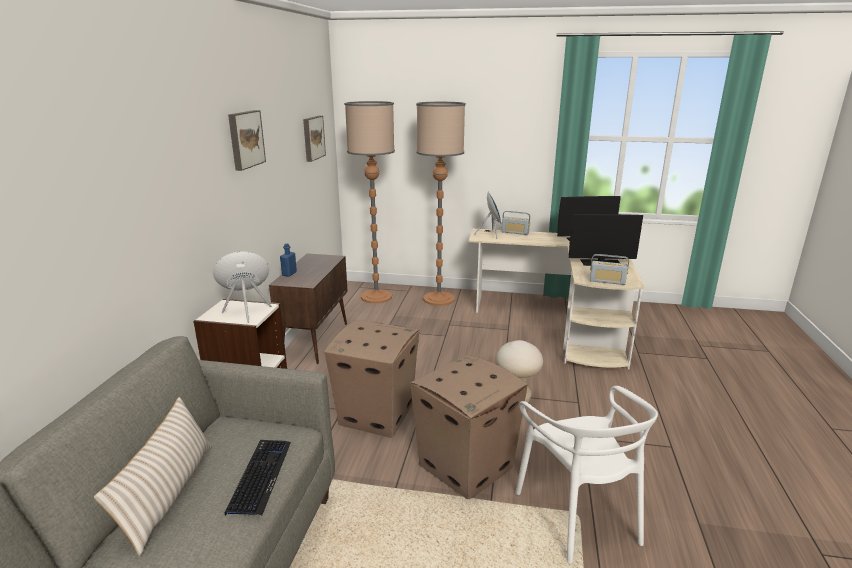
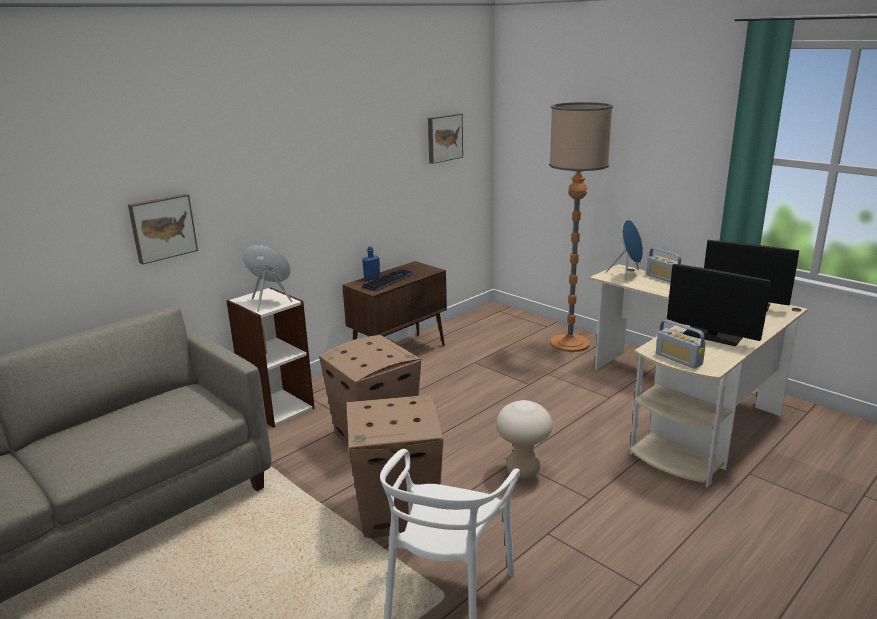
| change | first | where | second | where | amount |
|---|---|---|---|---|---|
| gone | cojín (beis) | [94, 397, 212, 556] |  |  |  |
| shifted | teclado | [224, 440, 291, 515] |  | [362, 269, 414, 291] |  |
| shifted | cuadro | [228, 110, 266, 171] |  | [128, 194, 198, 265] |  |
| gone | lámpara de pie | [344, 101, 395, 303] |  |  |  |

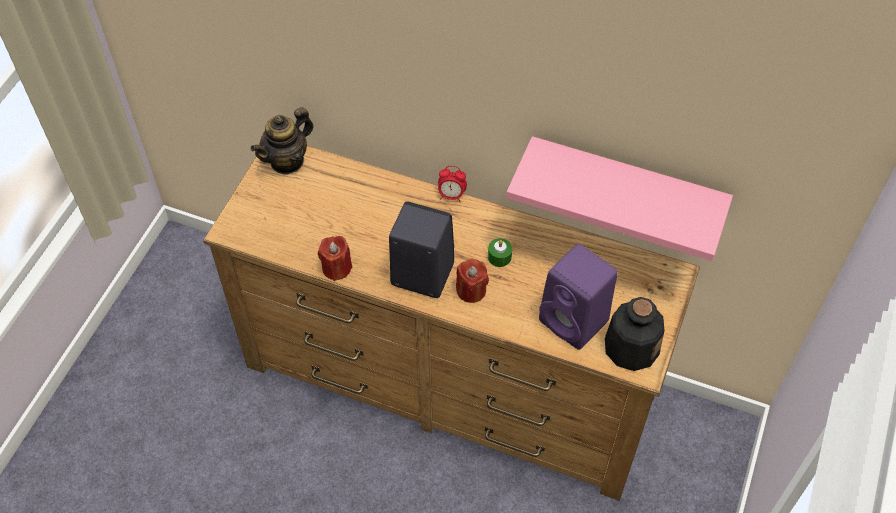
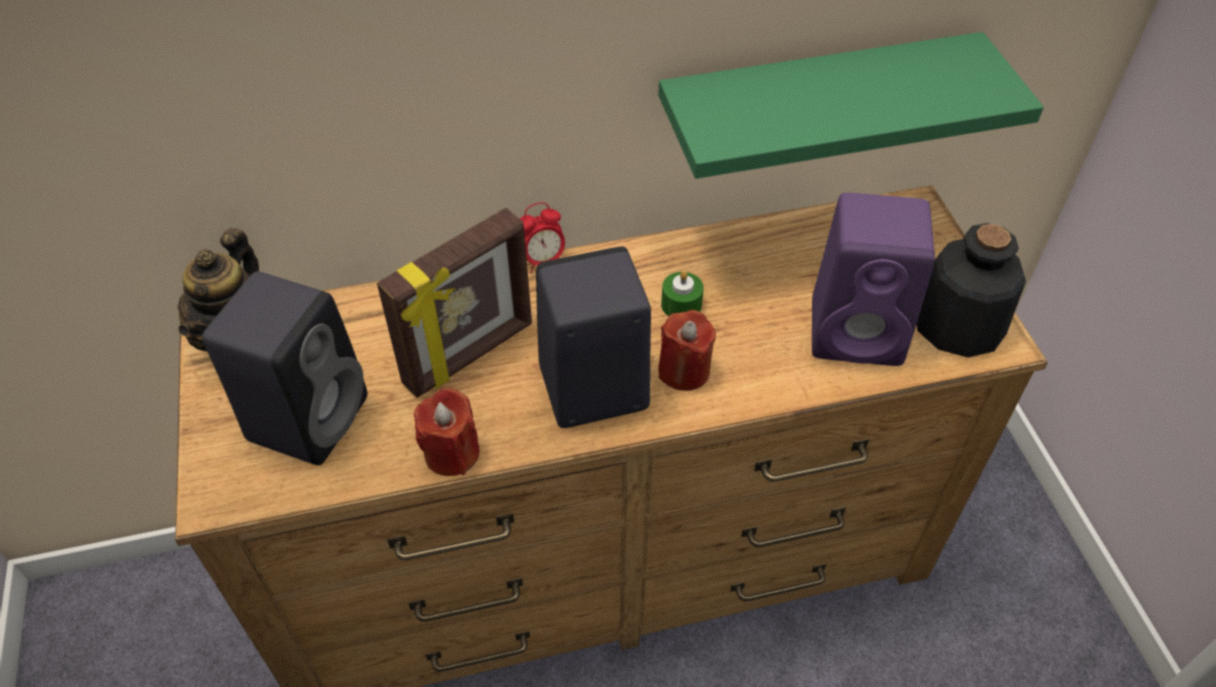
| change | first | where | second | where | amount |
|---|---|---|---|---|---|
| repainted | estante (rosa) | [506, 136, 733, 261] | estante (verde) | [658, 32, 1044, 179] |  |
| new |  |  | altavoz (negro) | [202, 271, 368, 465] |  |
| new |  |  | portarretratos | [377, 208, 532, 398] |  |

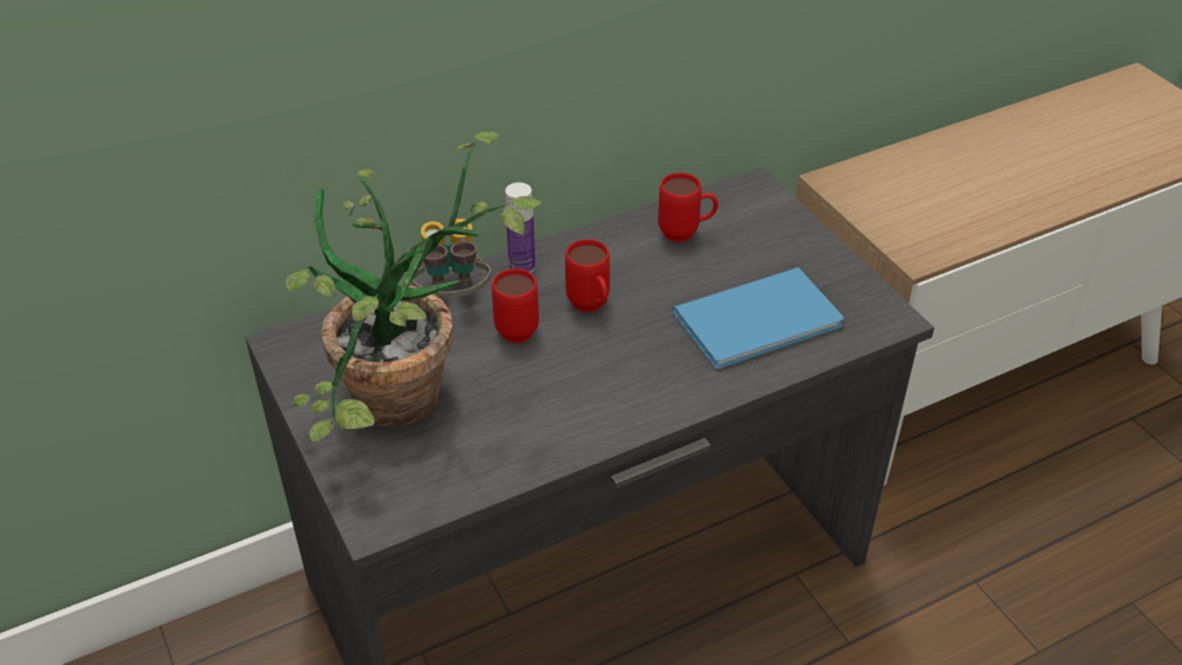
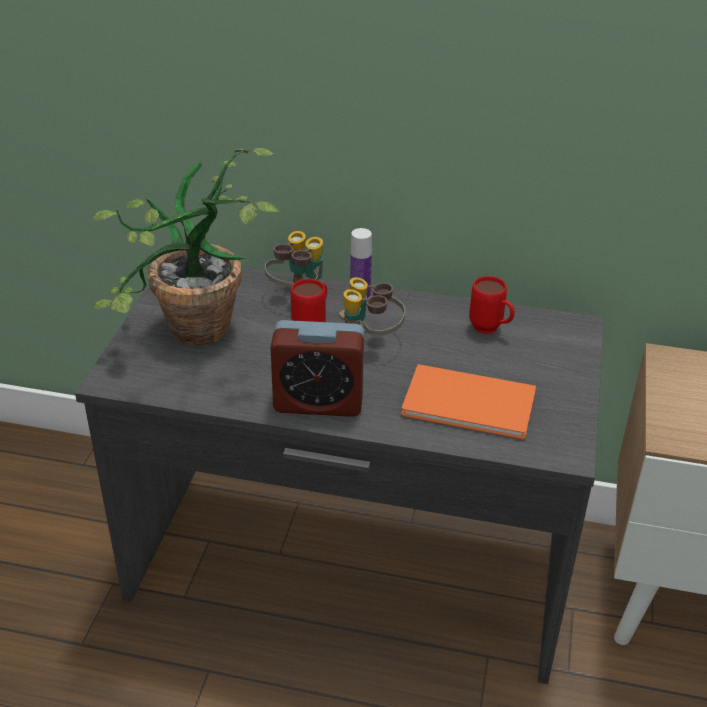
| change | first | where | second | where | amount |
|---|---|---|---|---|---|
| swapped | taza grande (rojo) | [565, 239, 610, 313] | prismáticos | [339, 277, 405, 336] |  |
| repainted | libro (azul) | [672, 268, 844, 369] | libro (naranja) | [401, 364, 536, 440] |  |
| new |  |  | despertador | [270, 320, 365, 417] |  |

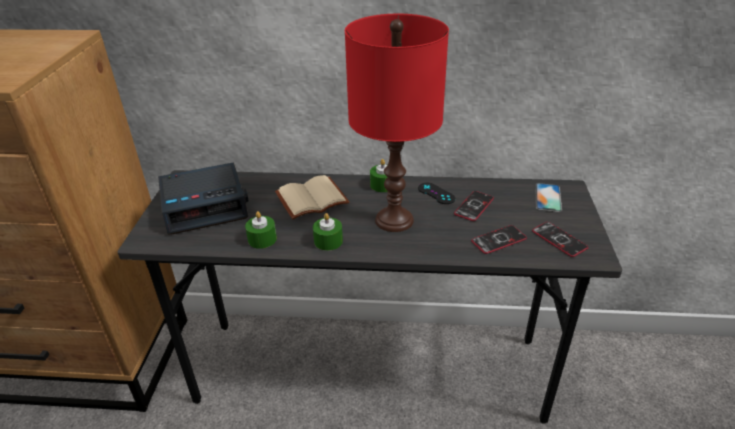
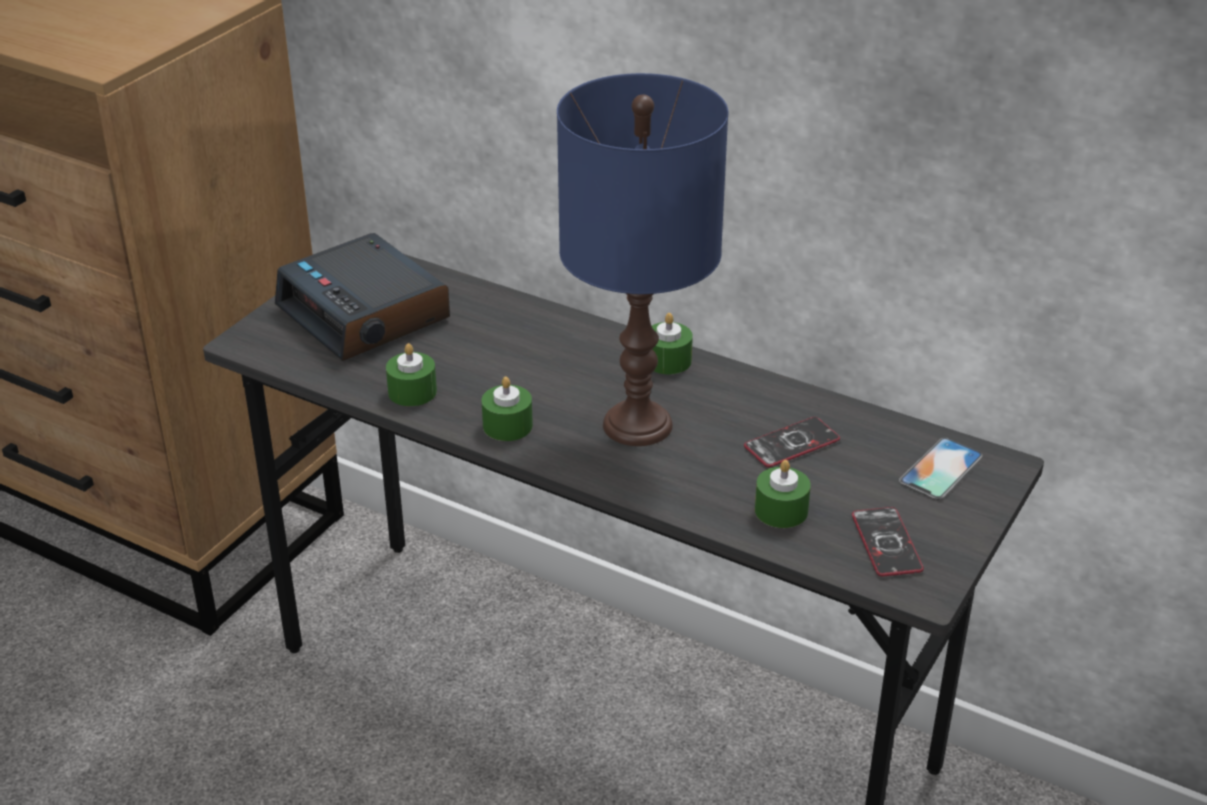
| change | first | where | second | where | amount |
|---|---|---|---|---|---|
| rotated | despertador | [158, 162, 248, 235] |  | [275, 233, 450, 361] | 45 degrees clockwise |
| gone | libro (beis) | [275, 175, 349, 219] |  |  |  |
| repainted | lámpara de mesa (rojo) | [345, 14, 449, 232] | lámpara de mesa (azul) | [557, 73, 729, 446] |  |
| gone | mando de consola (negro) | [418, 183, 455, 204] |  |  |  |
| swapped | móvil | [471, 225, 527, 254] | vela (verde) | [755, 460, 811, 528] |  |

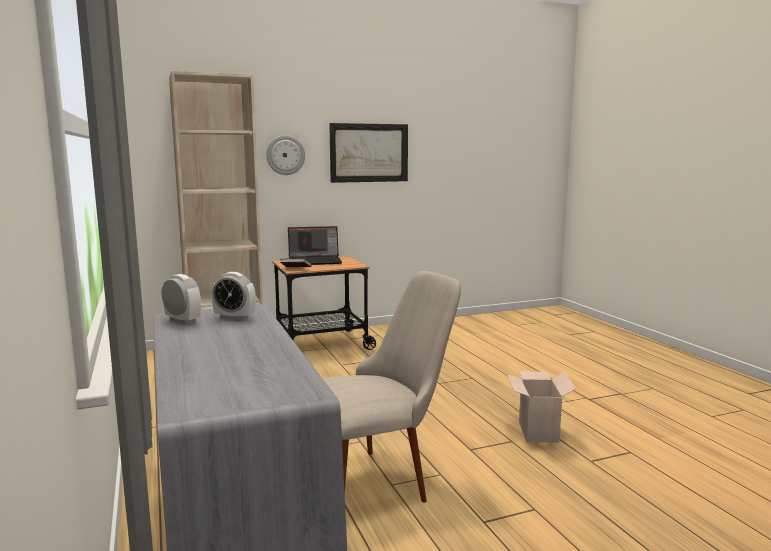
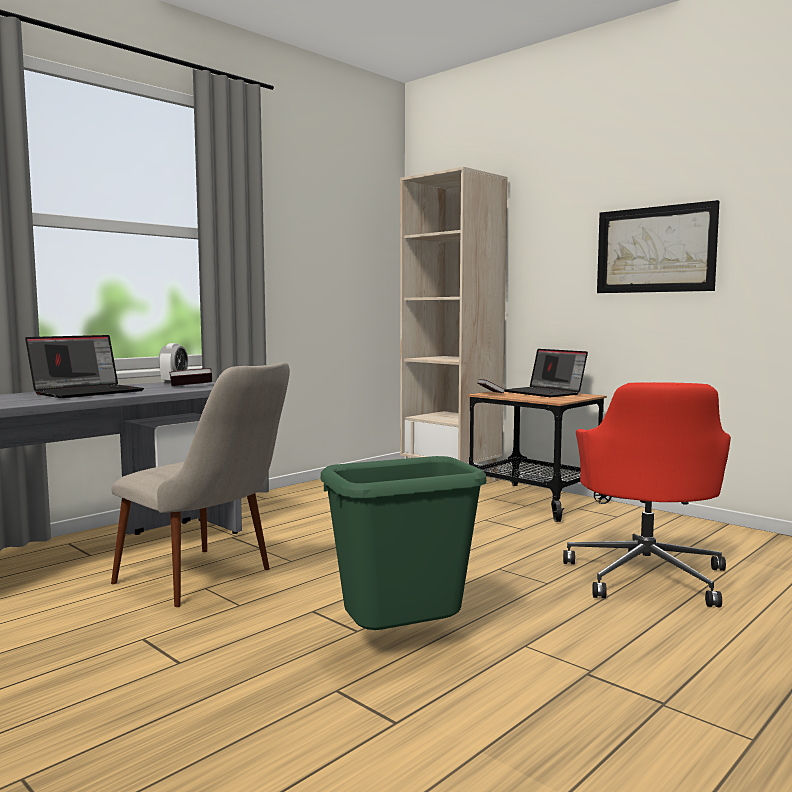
| change | first | where | second | where | amount |
|---|---|---|---|---|---|
| swapped | despertador | [211, 272, 256, 320] | libro | [170, 368, 212, 386] |  |
| gone | reloj de pared | [266, 135, 305, 175] |  |  |  |
| swapped | caja de cartón | [507, 371, 576, 443] | papelera (verde) | [321, 456, 487, 630] |  |
| new |  |  | portátil | [25, 335, 144, 398] |  |
| new |  |  | silla de oficina (rojo) | [563, 382, 731, 607] |  |

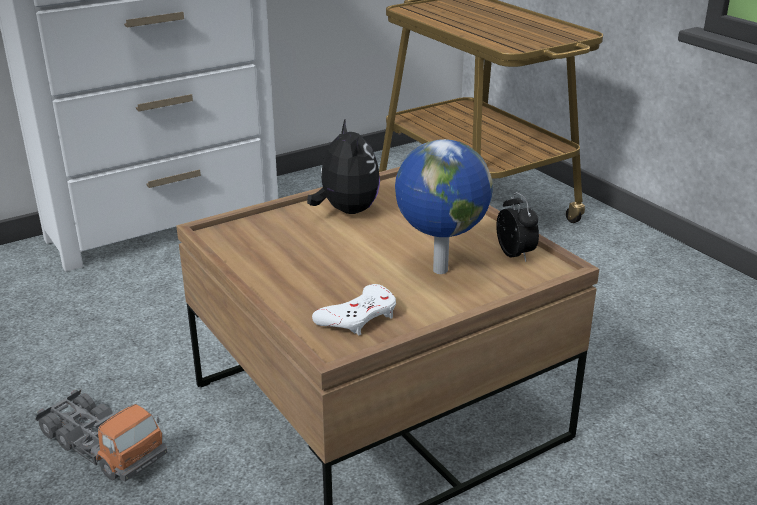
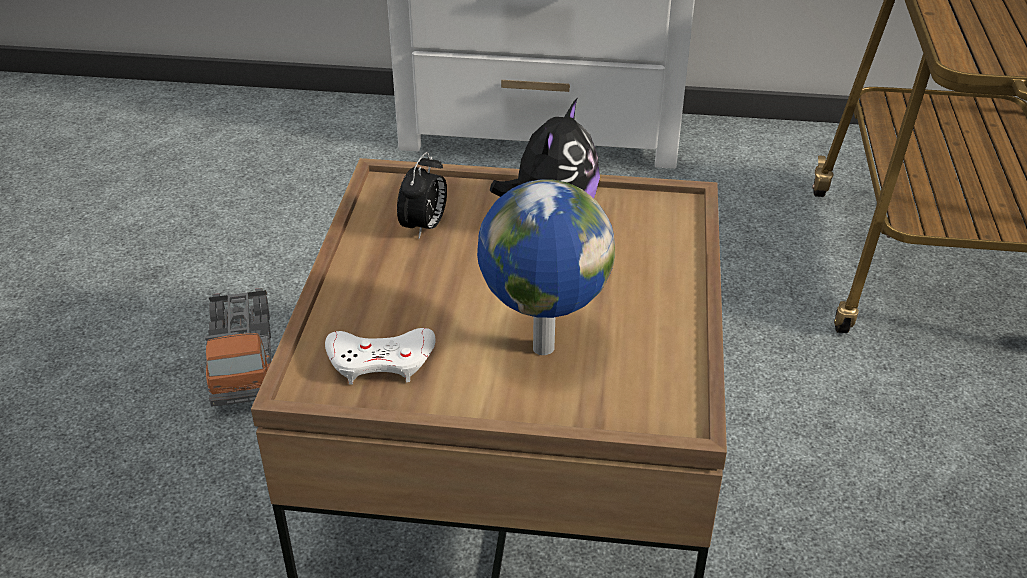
| change | first | where | second | where | amount |
|---|---|---|---|---|---|
| shifted | despertador | [496, 192, 539, 262] |  | [397, 152, 447, 239] |  |

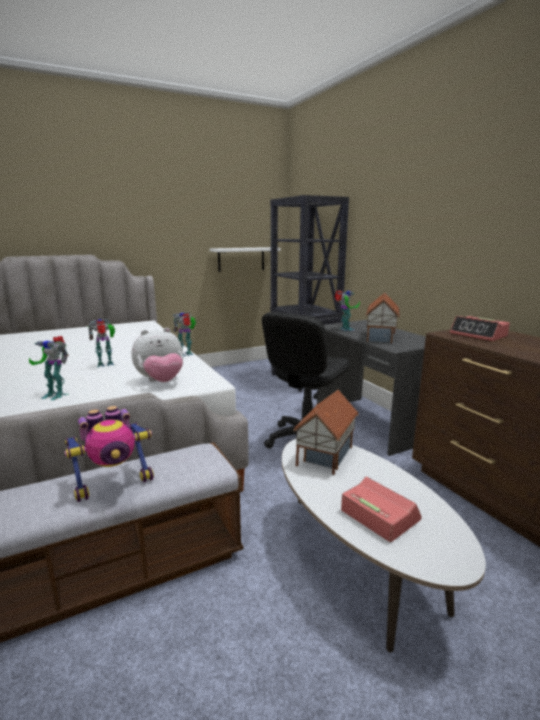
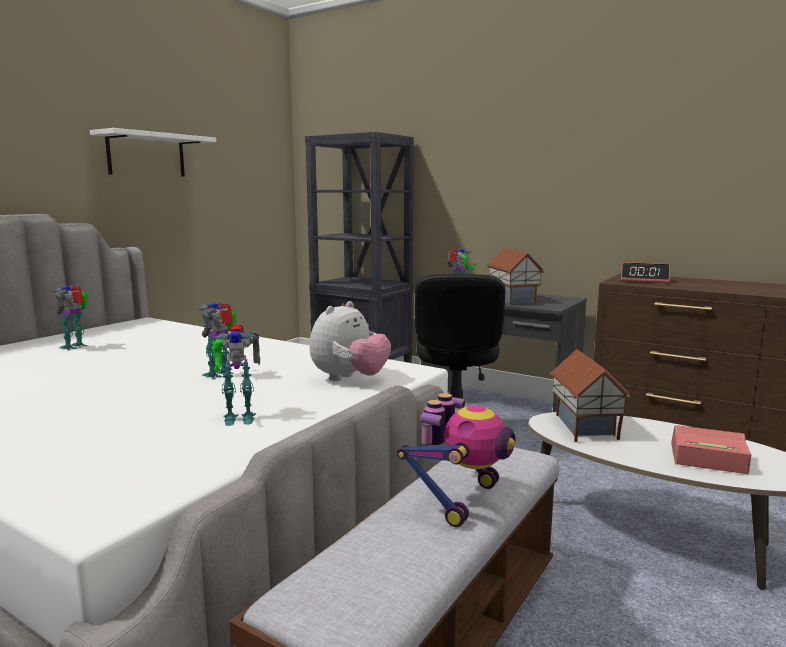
| change | first | where | second | where | amount |
|---|---|---|---|---|---|
| shifted | robot de juguete | [172, 312, 196, 356] |  | [52, 285, 89, 351] |  |
| shifted | estante (blanco) | [209, 247, 281, 272] |  | [90, 128, 216, 177] |  |

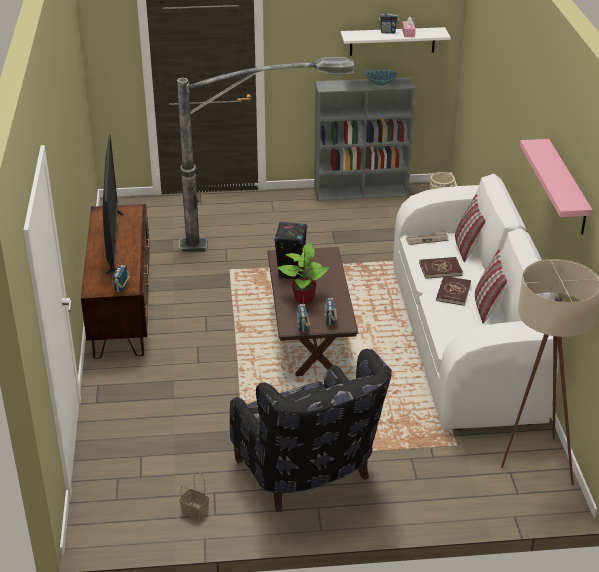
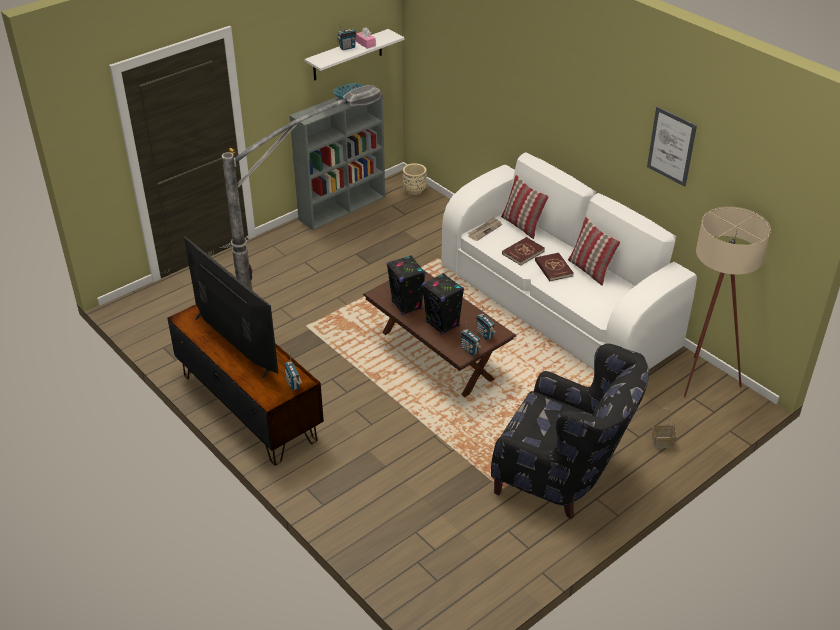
| change | first | where | second | where | amount |
|---|---|---|---|---|---|
| shifted | cesta | [179, 471, 209, 520] |  | [652, 408, 677, 449] |  |
| swapped | planta en maceta | [277, 242, 329, 304] | altavoz (negro) | [422, 273, 464, 335] |  |
| swapped | estante (rosa) | [520, 139, 593, 235] | cuadro | [647, 107, 697, 187] |  |

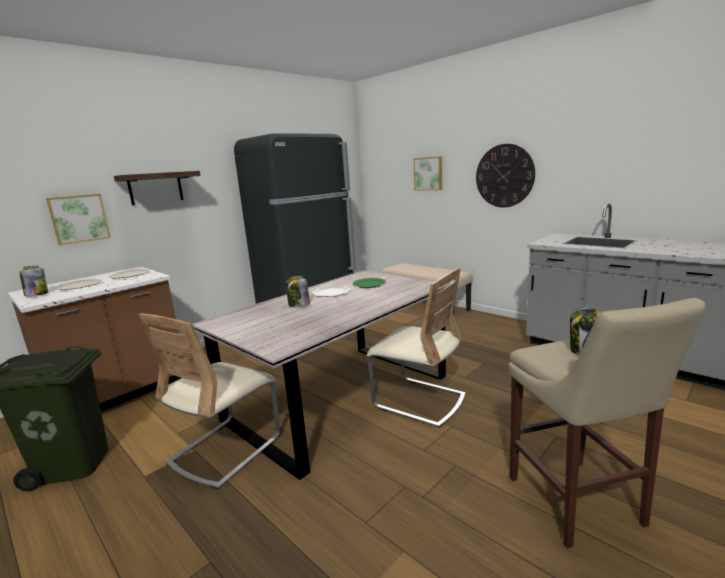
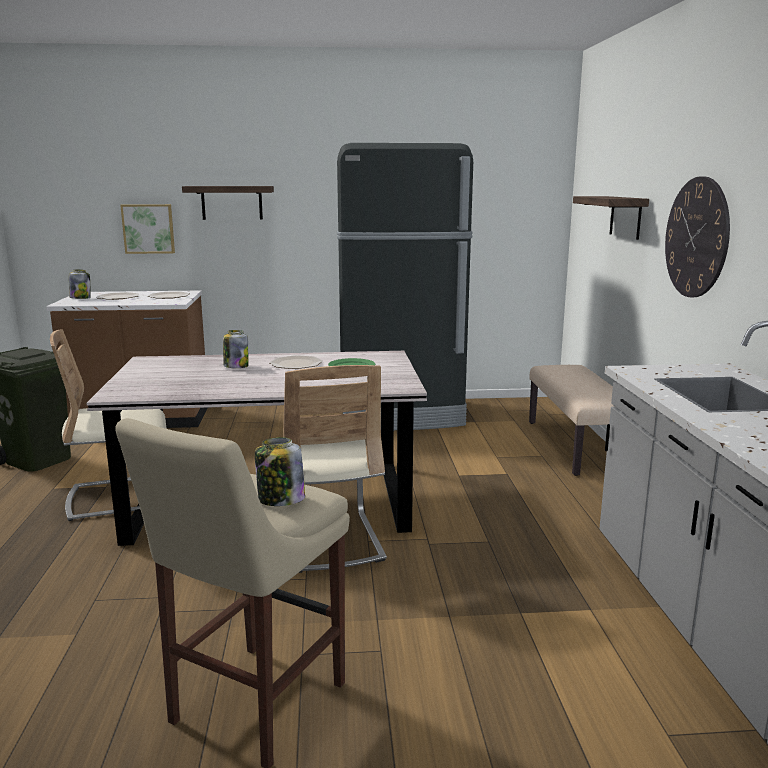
| change | first | where | second | where | amount |
|---|---|---|---|---|---|
| swapped | cuadro | [413, 156, 442, 190] | estante | [573, 196, 649, 240] |  |

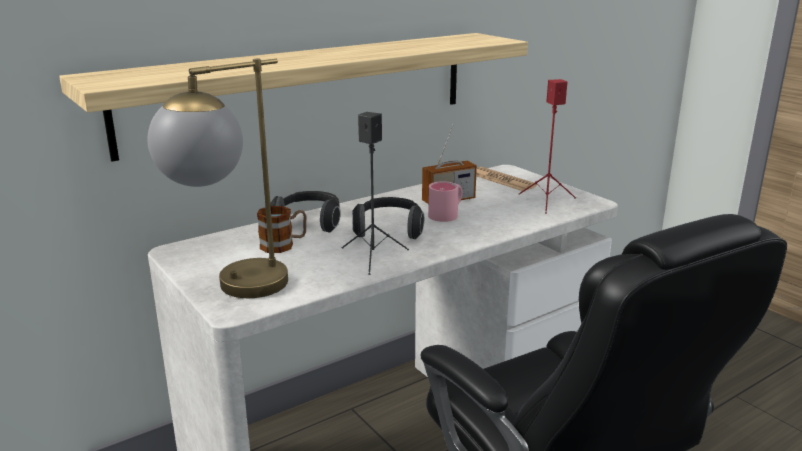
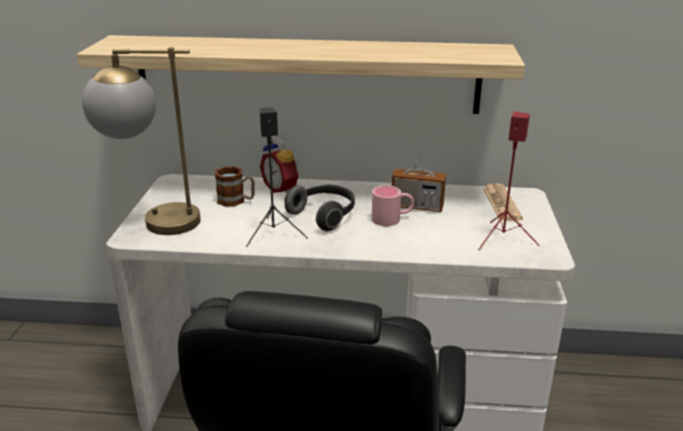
| change | first | where | second | where | amount |
|---|---|---|---|---|---|
| swapped | auriculares | [270, 191, 341, 232] | despertador | [260, 137, 299, 193] |  |

